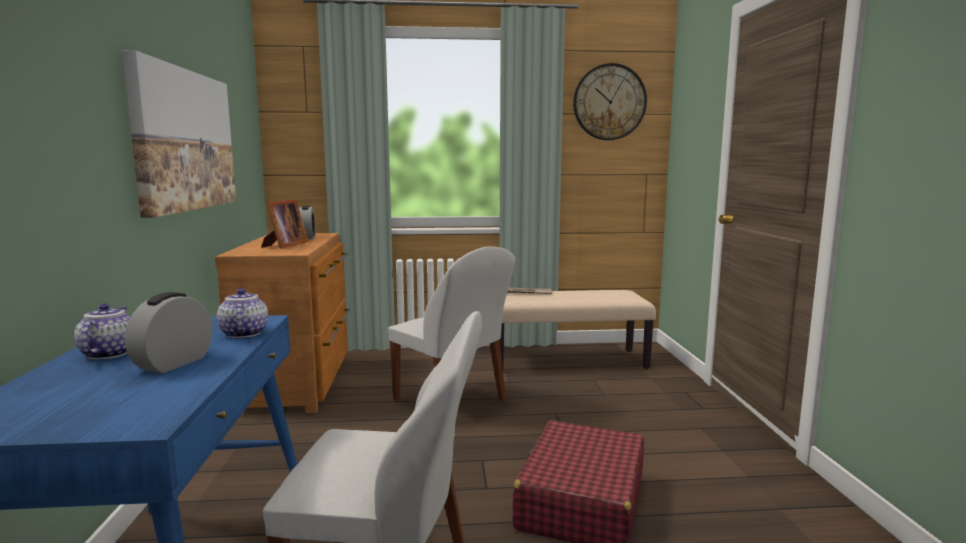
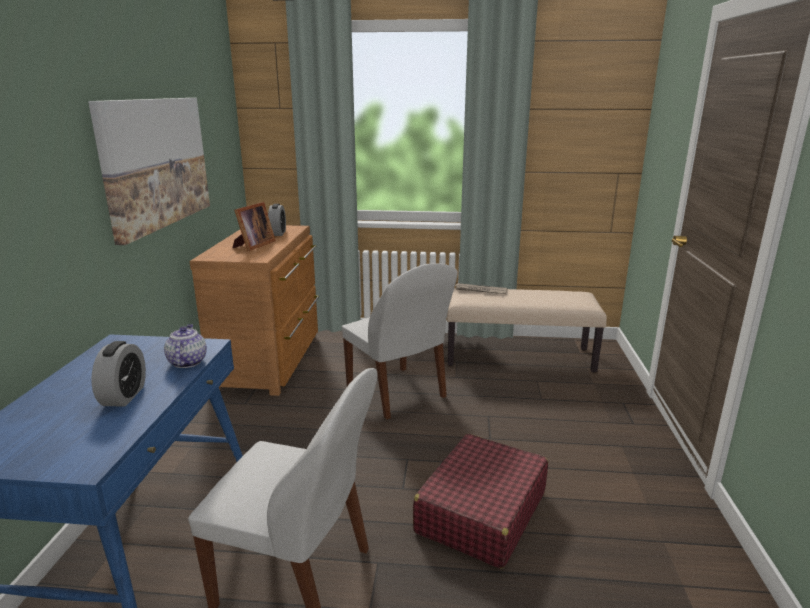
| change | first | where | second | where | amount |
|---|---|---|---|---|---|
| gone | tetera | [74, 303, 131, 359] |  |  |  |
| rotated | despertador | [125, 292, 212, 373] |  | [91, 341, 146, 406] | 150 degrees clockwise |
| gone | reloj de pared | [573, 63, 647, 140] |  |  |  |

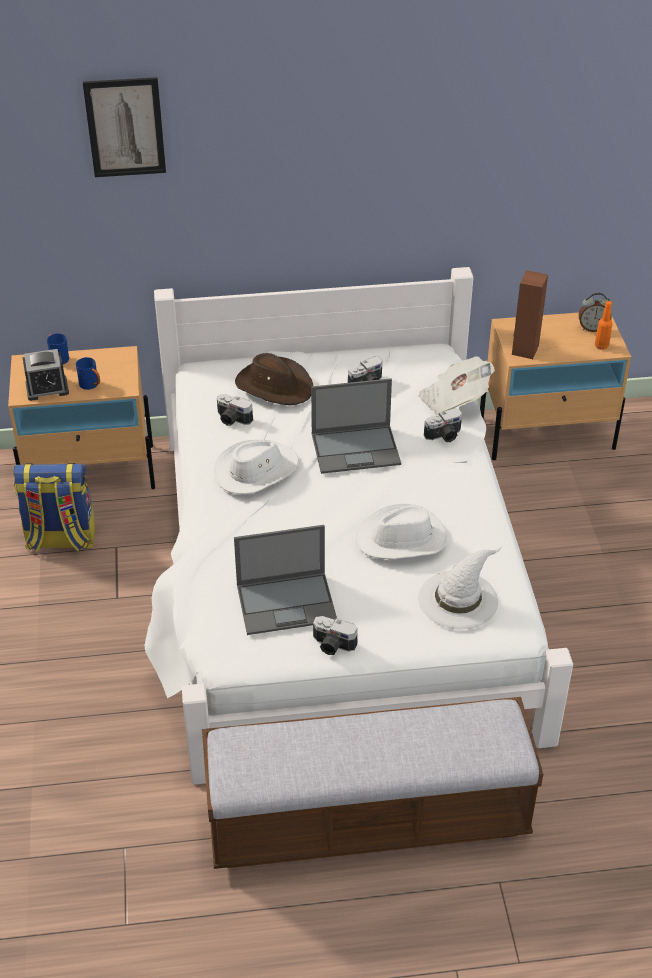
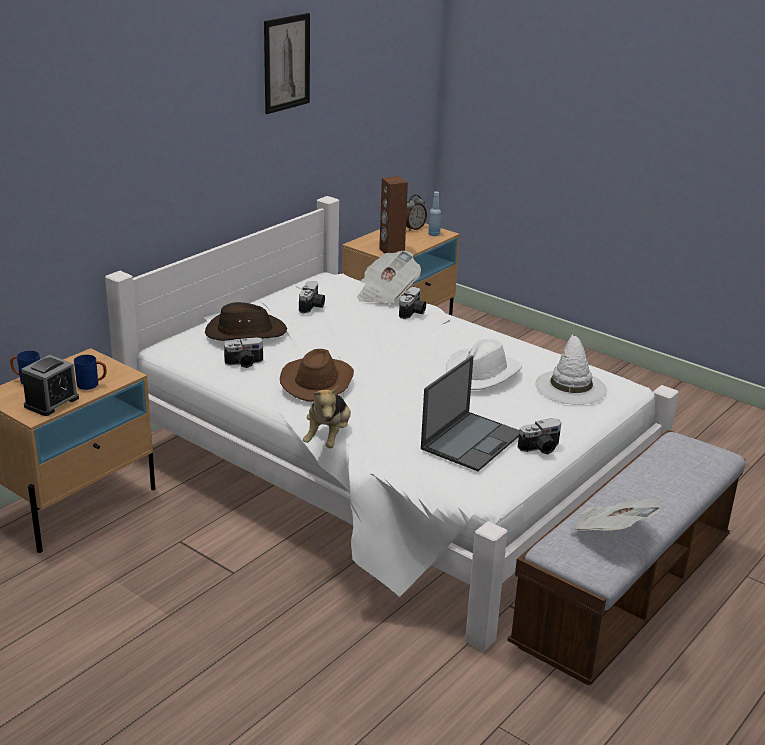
| change | first | where | second | where | amount |
|---|---|---|---|---|---|
| gone | mochila | [14, 463, 95, 552] |  |  |  |
| shifted | cuadro | [83, 77, 166, 177] |  | [264, 13, 310, 114] |  |
| repainted | sombrero (blanco) | [214, 440, 299, 494] | sombrero (marrón) | [280, 349, 354, 401] |  |
| gone | portátil | [311, 378, 401, 474] |  |  |  |
| repainted | botella (naranja) | [595, 301, 612, 350] | botella (azul) | [428, 191, 441, 236] |  |
| new |  |  | peluche | [303, 386, 351, 448] |  |
| new |  |  | periódico | [571, 499, 662, 531] |  |

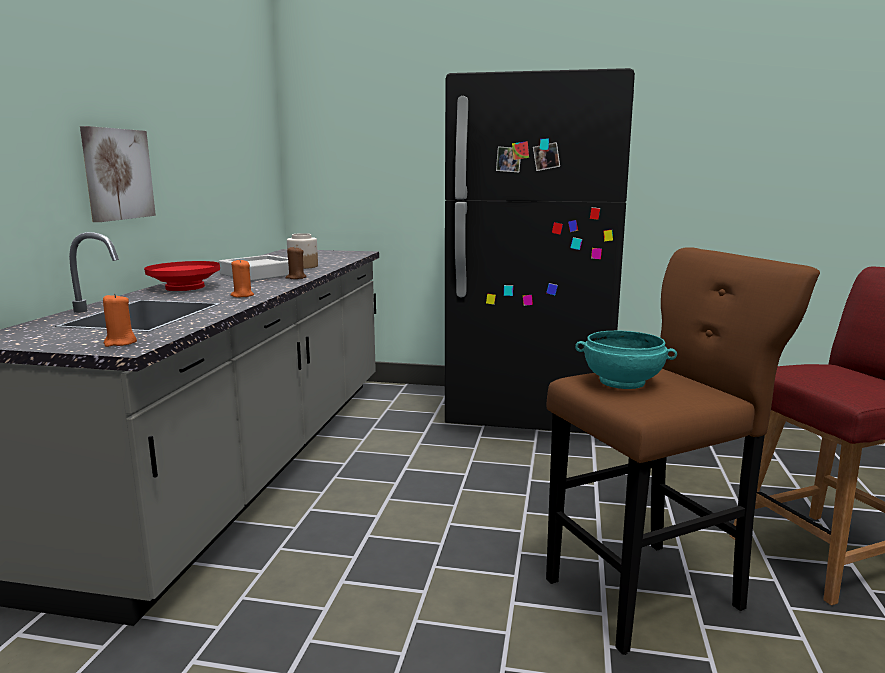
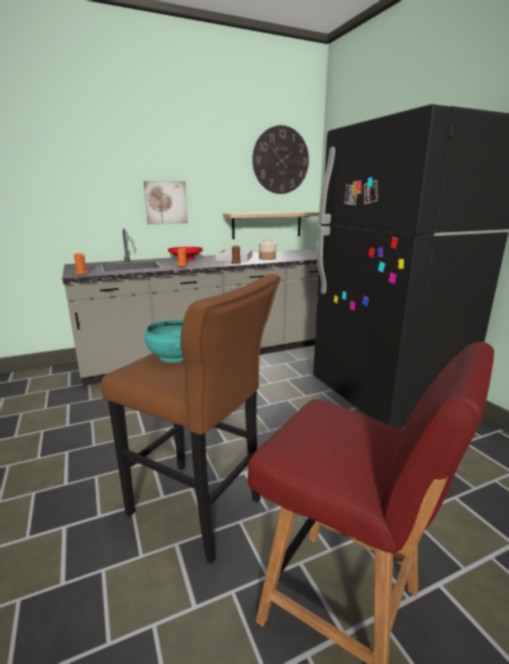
| change | first | where | second | where | amount |
|---|---|---|---|---|---|
| new |  |  | estante | [223, 212, 319, 239] |  |
| new |  |  | reloj de pared | [252, 125, 309, 194] |  |

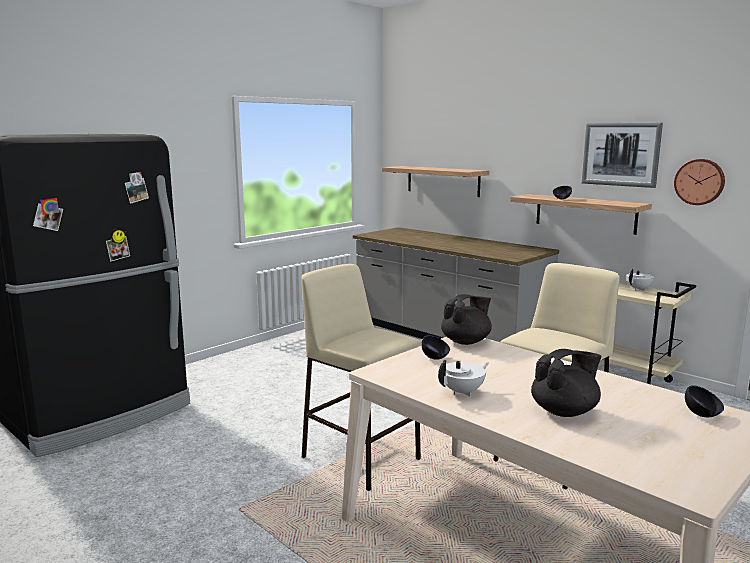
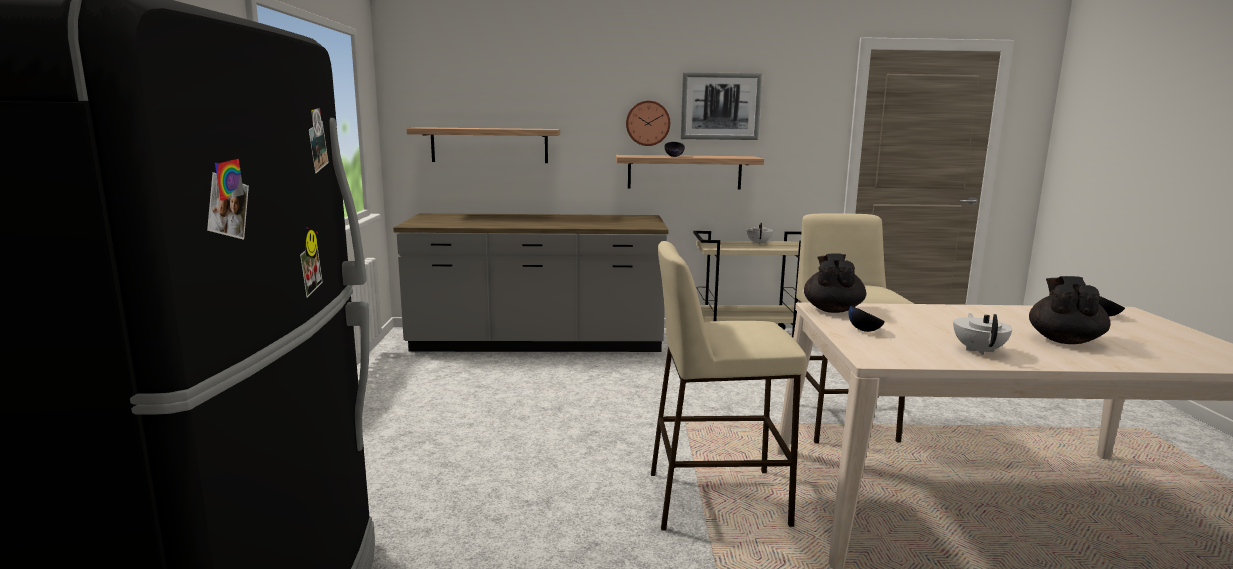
| change | first | where | second | where | amount |
|---|---|---|---|---|---|
| shifted | reloj de pared | [674, 159, 725, 205] |  | [626, 101, 670, 146] |  |

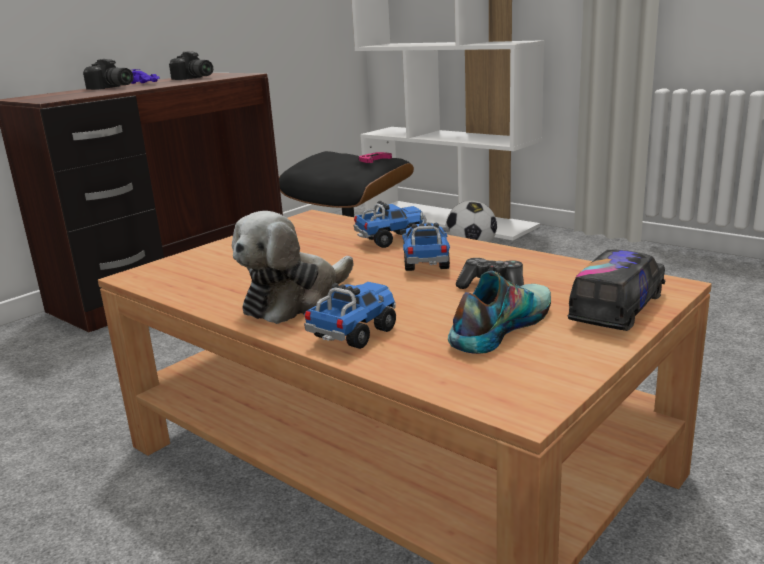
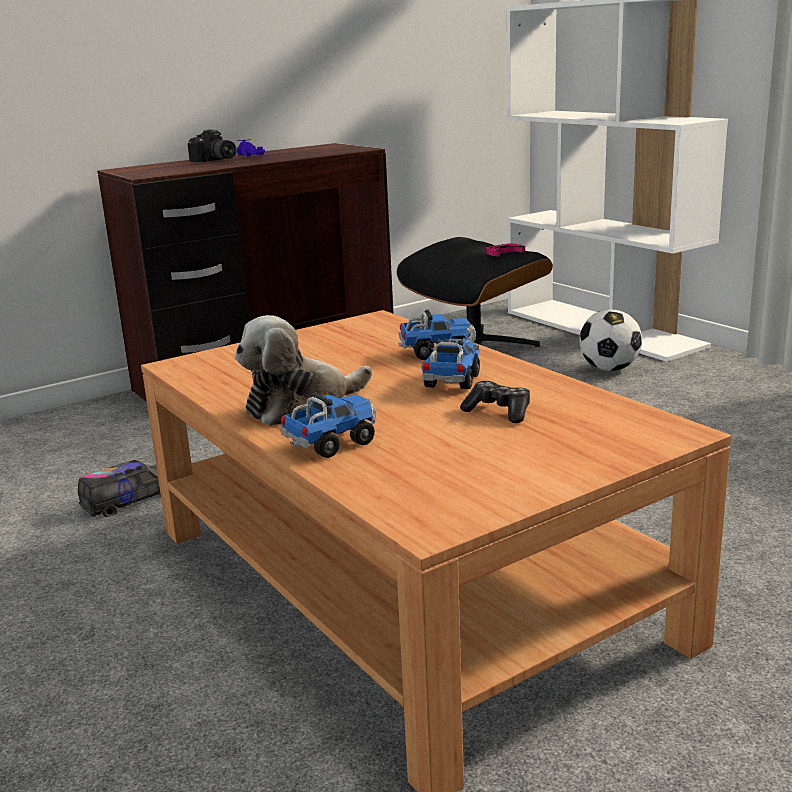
| change | first | where | second | where | amount |
|---|---|---|---|---|---|
| gone | cámara | [169, 51, 213, 80] |  |  |  |
| gone | zapato | [448, 271, 551, 354] |  |  |  |
| shifted | camión de juguete | [567, 250, 665, 331] |  | [78, 460, 161, 517] |  |

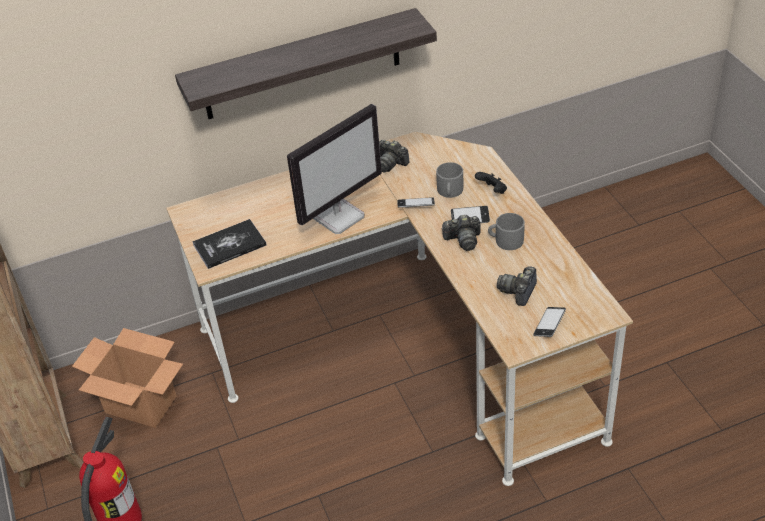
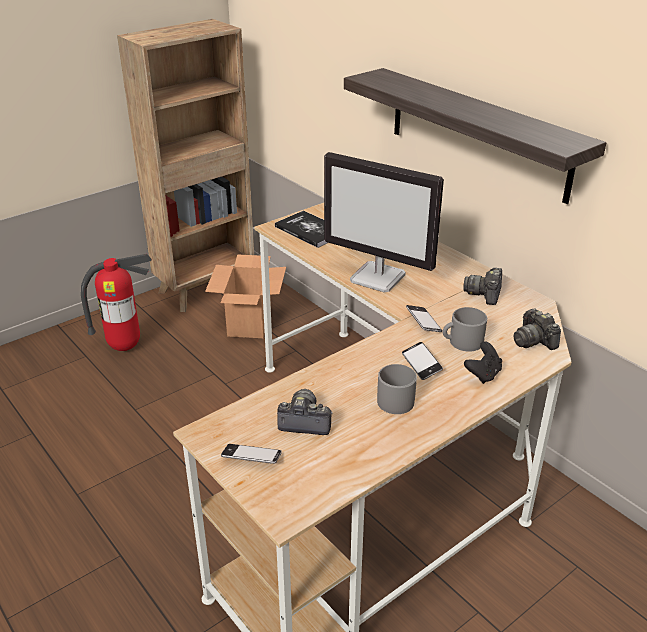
| change | first | where | second | where | amount |
|---|---|---|---|---|---|
| shifted | cámara | [441, 214, 480, 251] |  | [514, 308, 561, 350] |  |

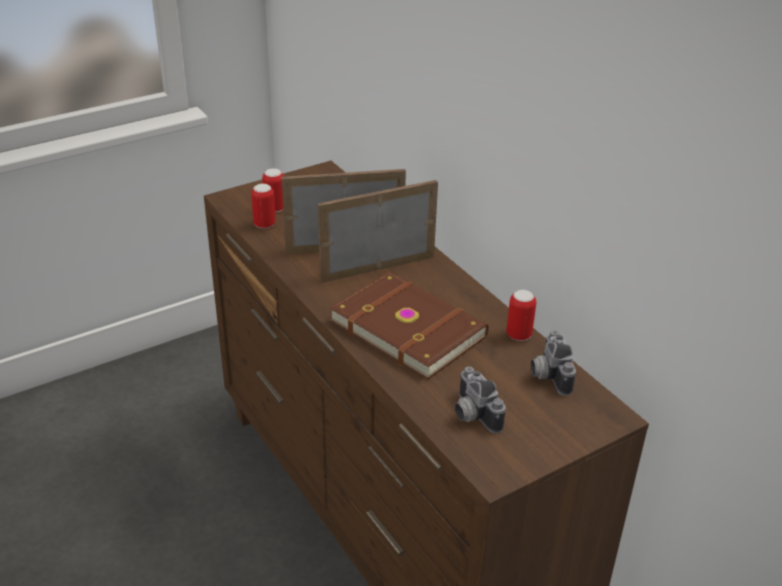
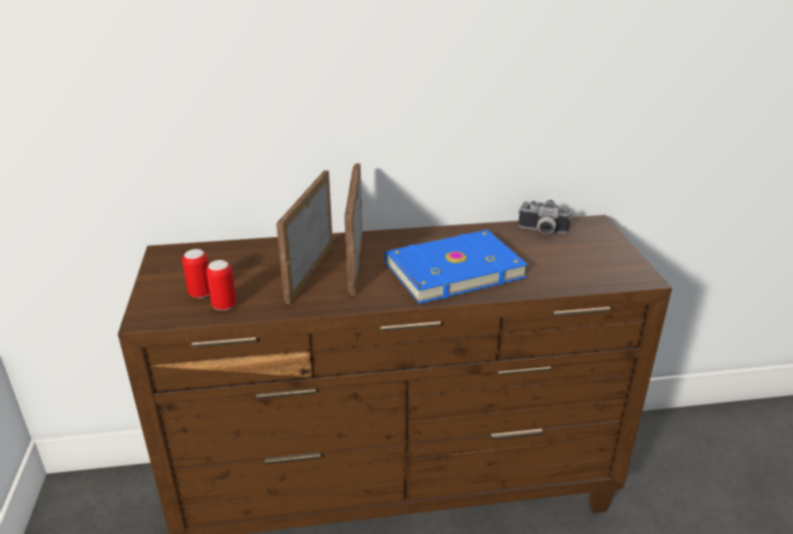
| change | first | where | second | where | amount |
|---|---|---|---|---|---|
| repainted | libro (marrón) | [329, 272, 489, 380] | libro (azul) | [385, 230, 528, 304] |  |
| gone | cámara | [454, 367, 506, 433] |  |  |  |
| gone | lata | [506, 290, 536, 341] |  |  |  |

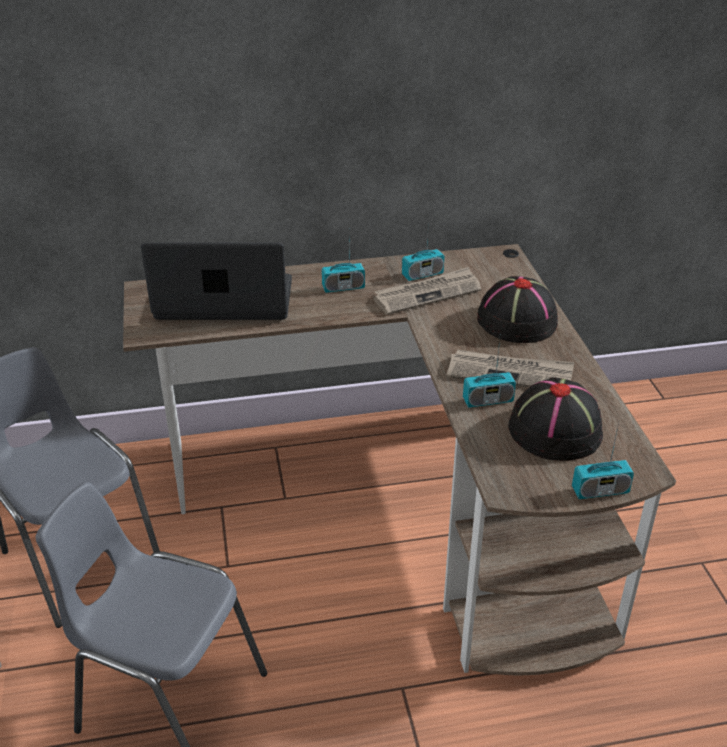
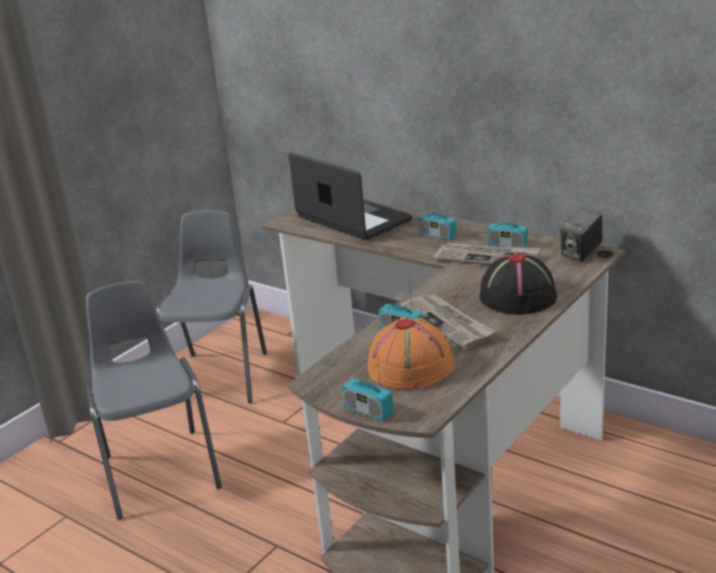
| change | first | where | second | where | amount |
|---|---|---|---|---|---|
| repainted | sombrero (negro) | [508, 377, 603, 461] | sombrero (naranja) | [368, 318, 455, 390] |  |
| new |  |  | cámara | [561, 208, 602, 262] |  |

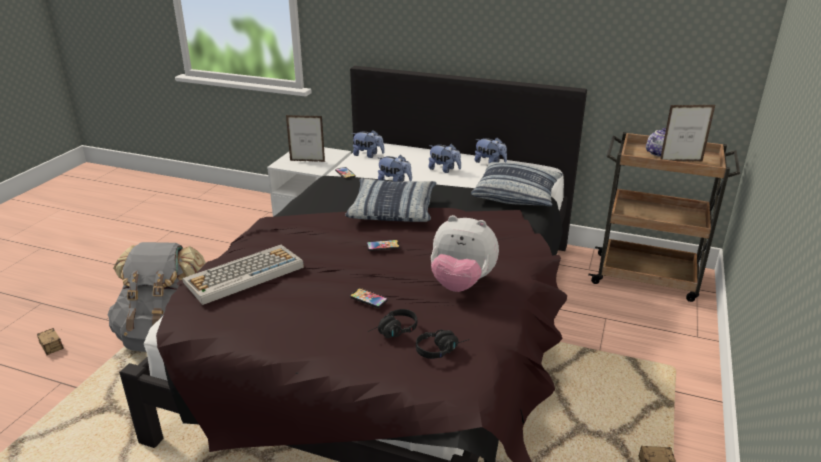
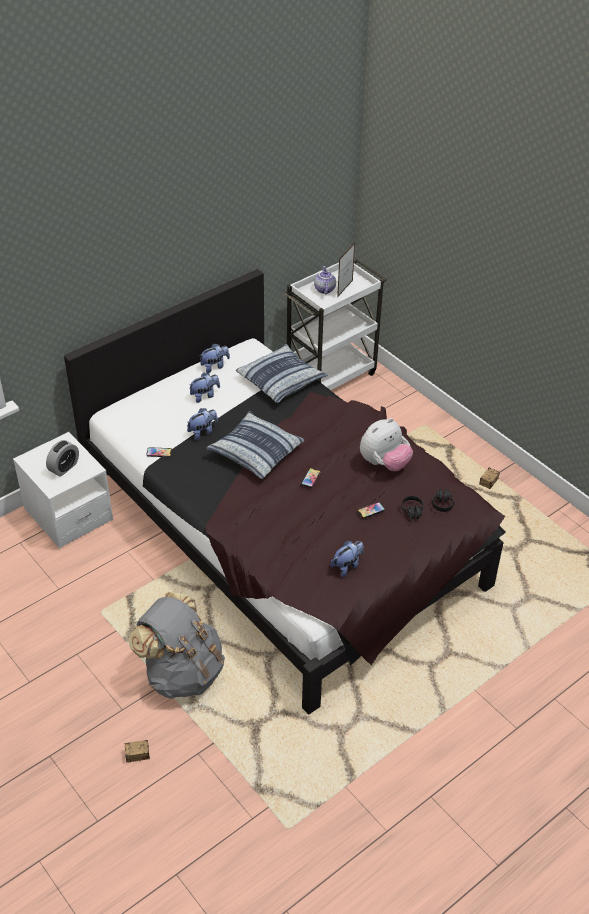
| change | first | where | second | where | amount |
|---|---|---|---|---|---|
| gone | teclado | [182, 245, 304, 305] |  |  |  |
| swapped | portarretratos | [286, 115, 325, 162] | despertador | [46, 440, 79, 476] |  |
| shifted | peluche | [352, 130, 385, 158] |  | [331, 541, 364, 577] |  |
| repainted | carrito (marrón) | [588, 132, 741, 302] | carrito (blanco) | [283, 259, 387, 390] |  |

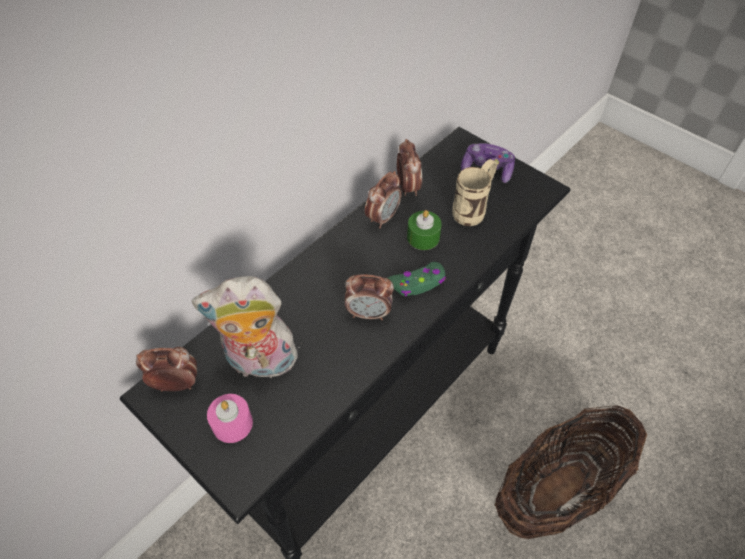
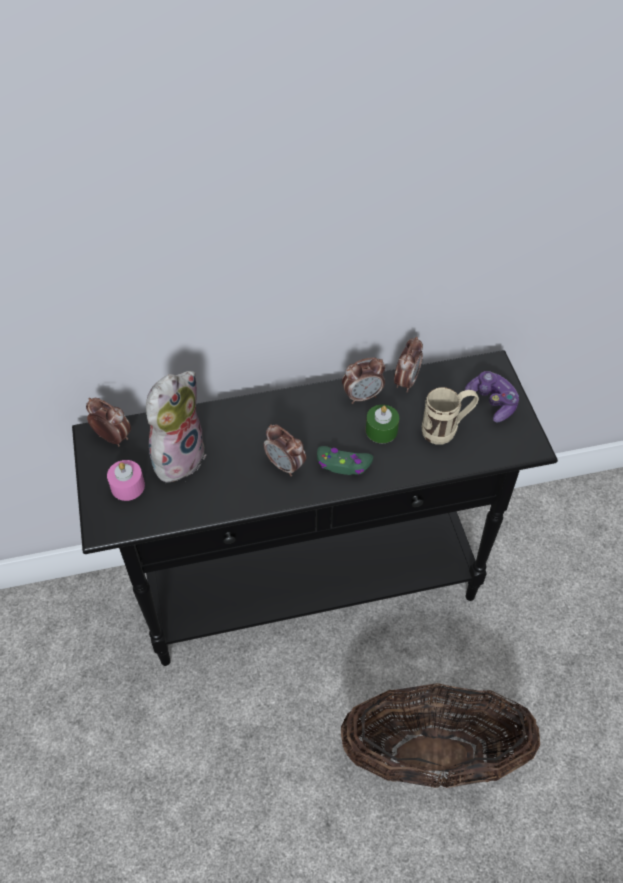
| change | first | where | second | where | amount |
|---|---|---|---|---|---|
| rotated | peluche | [192, 276, 301, 383] |  | [146, 371, 206, 482] | 90 degrees clockwise |

